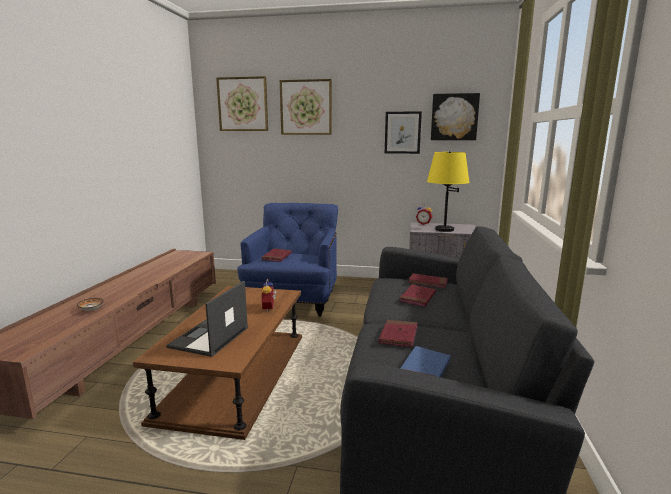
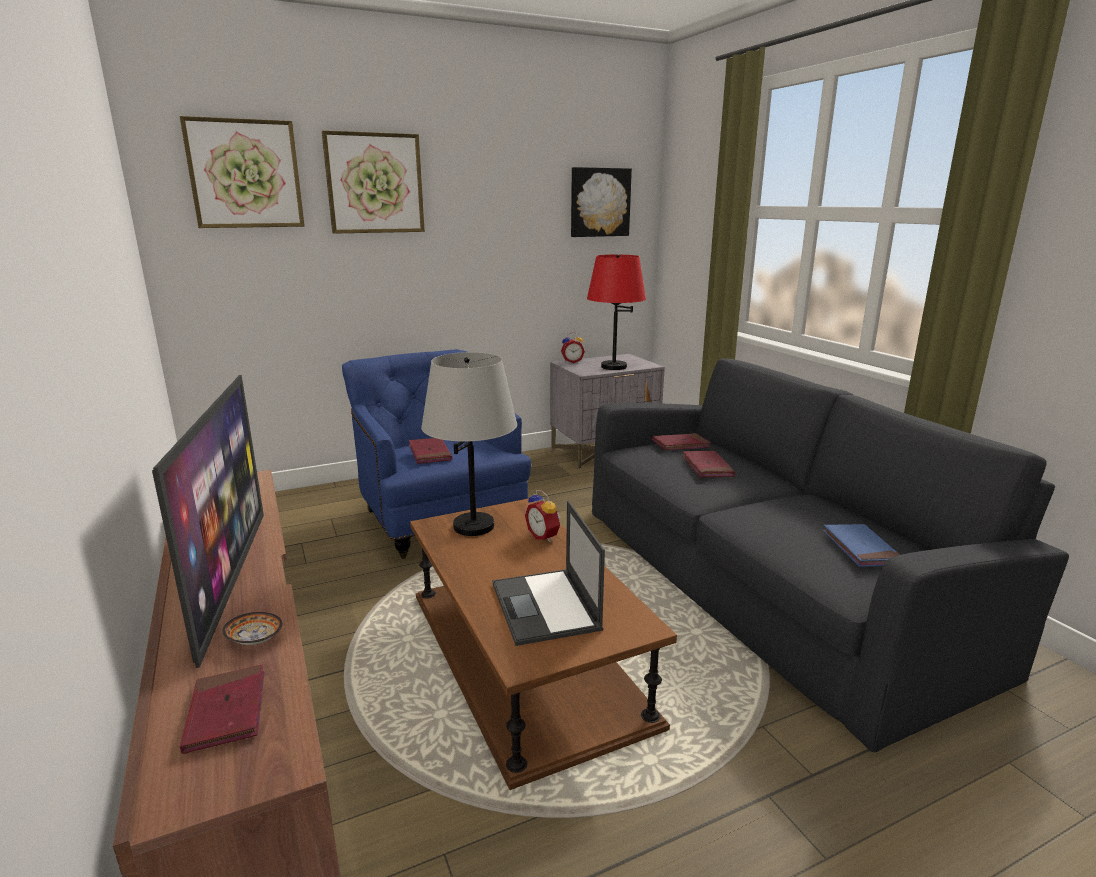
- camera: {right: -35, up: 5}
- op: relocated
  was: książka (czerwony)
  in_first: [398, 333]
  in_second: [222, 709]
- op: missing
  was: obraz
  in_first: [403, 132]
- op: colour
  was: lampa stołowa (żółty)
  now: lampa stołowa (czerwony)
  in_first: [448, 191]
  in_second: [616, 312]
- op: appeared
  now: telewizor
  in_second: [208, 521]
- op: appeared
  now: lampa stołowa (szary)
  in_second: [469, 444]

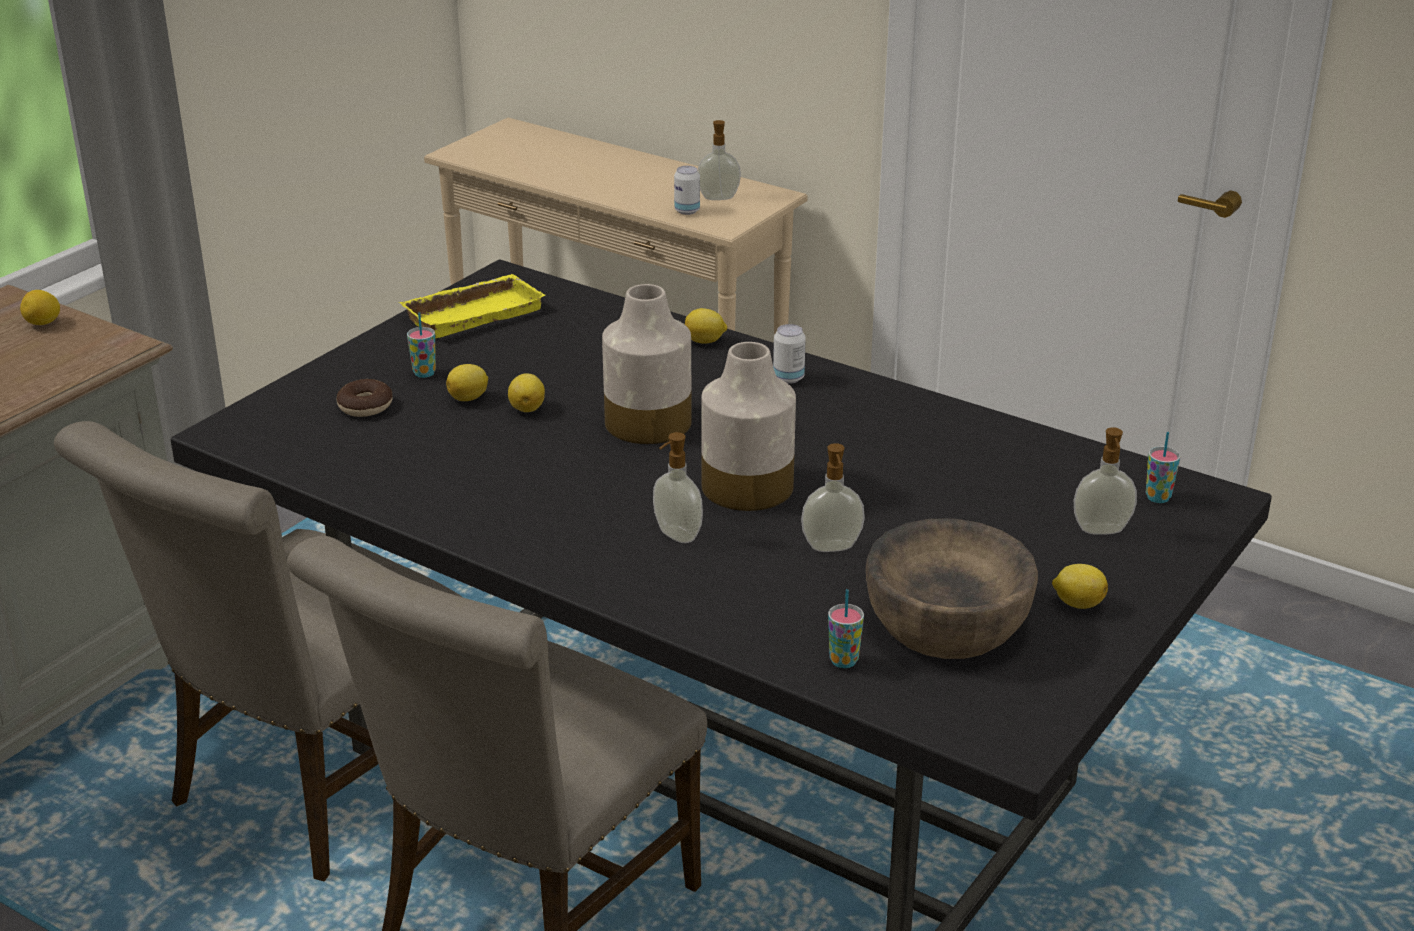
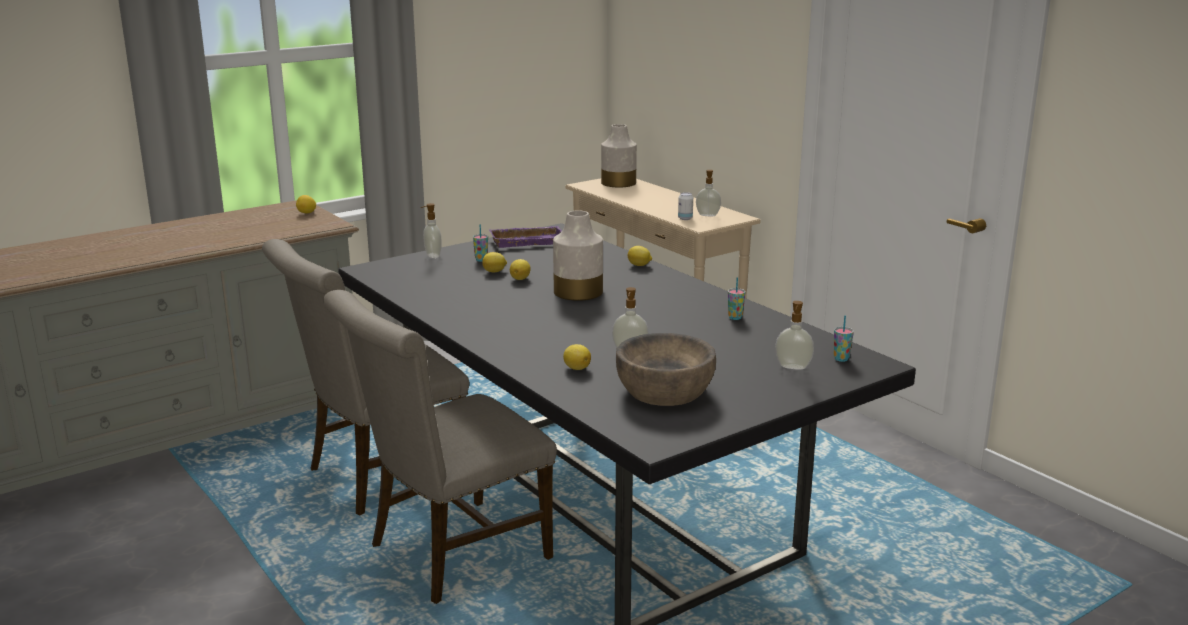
- camera: {right: 20, up: -10}
- op: missing
  was: donut
  in_first: [365, 398]
- op: colour
  was: taca (żółty)
  now: taca (fioletowy)
  in_first: [472, 306]
  in_second: [525, 237]
- op: relocated
  was: dozownik mydła
  in_first: [678, 487]
  in_second: [431, 230]
- op: relocated
  was: wazon (beżowy)
  in_first: [748, 426]
  in_second: [619, 155]
- op: missing
  was: puszka
  in_first: [789, 354]
- op: relocated
  was: filiżanka
  in_first: [846, 628]
  in_second: [736, 298]
- op: relocated
  was: cytryna
  in_first: [1080, 586]
  in_second: [577, 357]

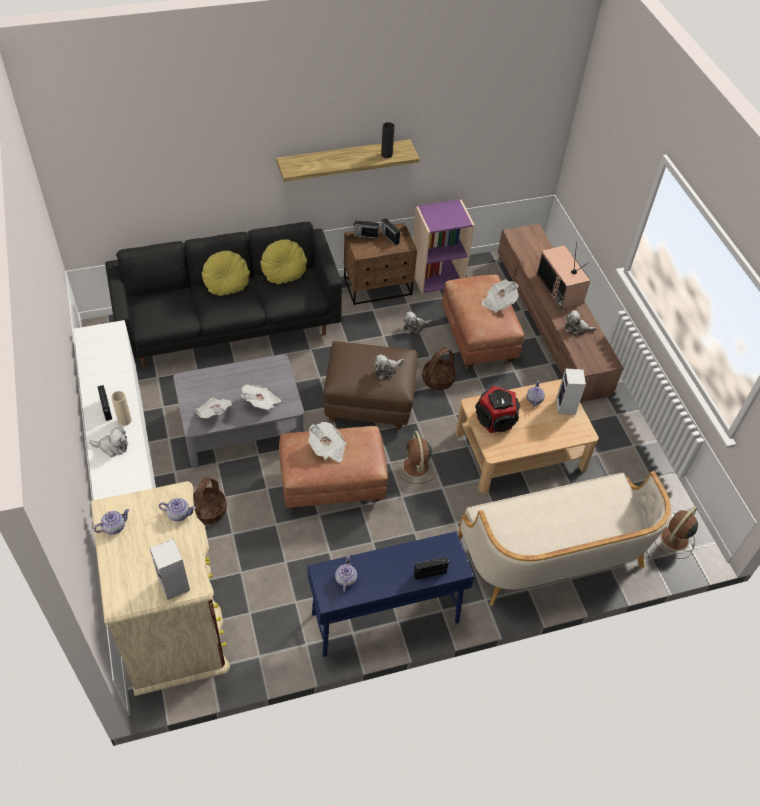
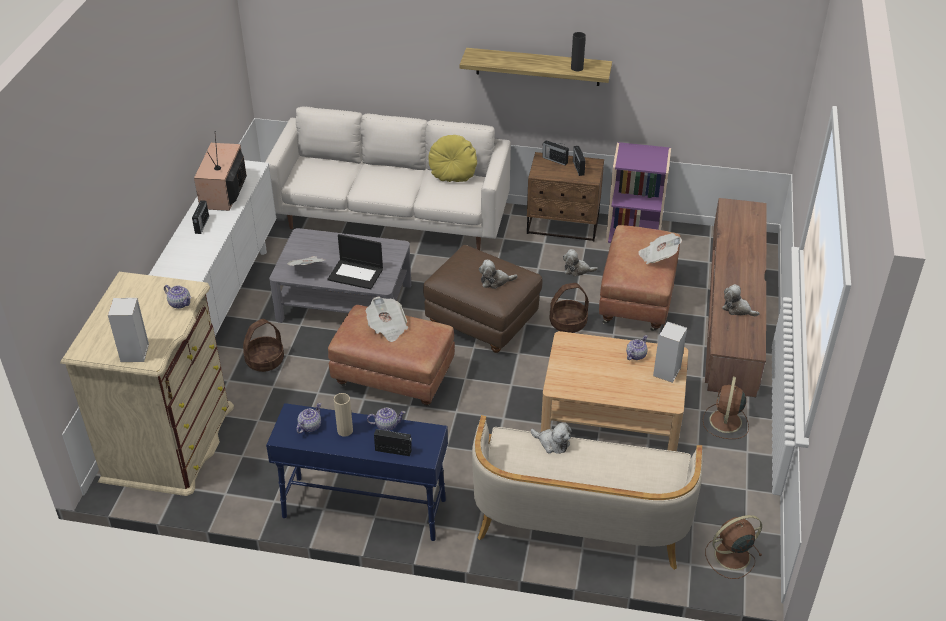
- camera: {right: 30, up: -10}
- op: relocated
  was: pluszak
  in_first: [108, 442]
  in_second: [551, 438]
- op: relocated
  was: imbryk
  in_first: [111, 522]
  in_second: [386, 419]
- op: colour
  was: kanapa (czarny)
  now: kanapa (biały)
  in_first: [223, 295]
  in_second: [388, 178]
- op: relocated
  was: wazon (beżowy)
  in_first: [121, 408]
  in_second: [343, 415]
- op: missing
  was: poduszka (żółty)
  in_first: [226, 273]
- op: exchanged
  was: gazeta
  now: laptop
  in_first: [261, 397]
  in_second: [355, 261]
- op: relocated
  was: wentylator (brązowy)
  in_first: [416, 457]
  in_second: [726, 408]
- op: missing
  was: głośnik
  in_first: [497, 409]
- op: relocated
  was: telewizor
  in_first: [563, 275]
  in_second: [220, 171]

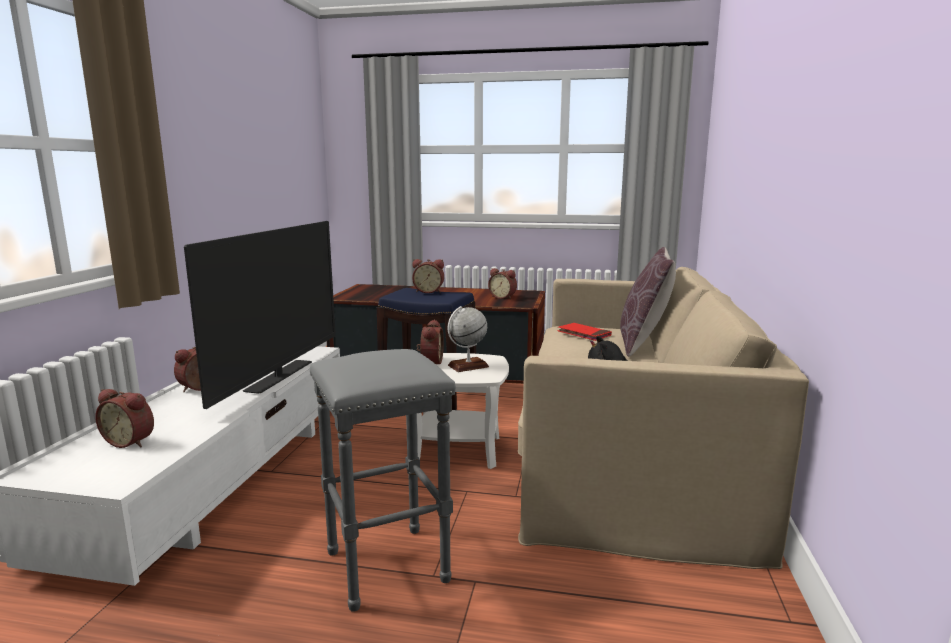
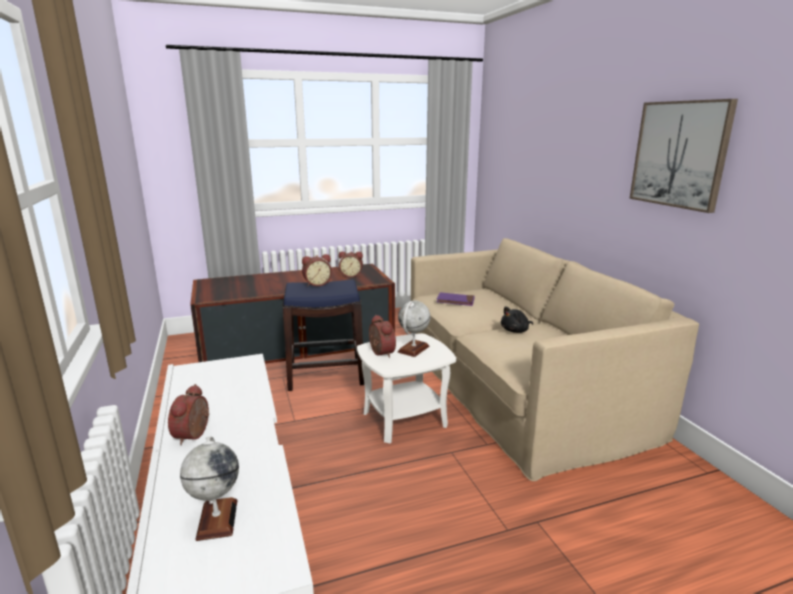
- camera: {right: -30, up: 5}
- op: exchanged
  was: budzik
  now: globus
  in_first: [124, 418]
  in_second: [209, 489]
- op: missing
  was: telewizor
  in_first: [260, 315]
- op: missing
  was: stołek (szary)
  in_first: [383, 480]
- op: colour
  was: książka (czerwony)
  now: książka (fioletowy)
  in_first: [584, 332]
  in_second: [455, 299]
- op: missing
  was: poduszka (brązowy)
  in_first: [648, 302]
- op: appeared
  now: obraz
  in_second: [683, 156]

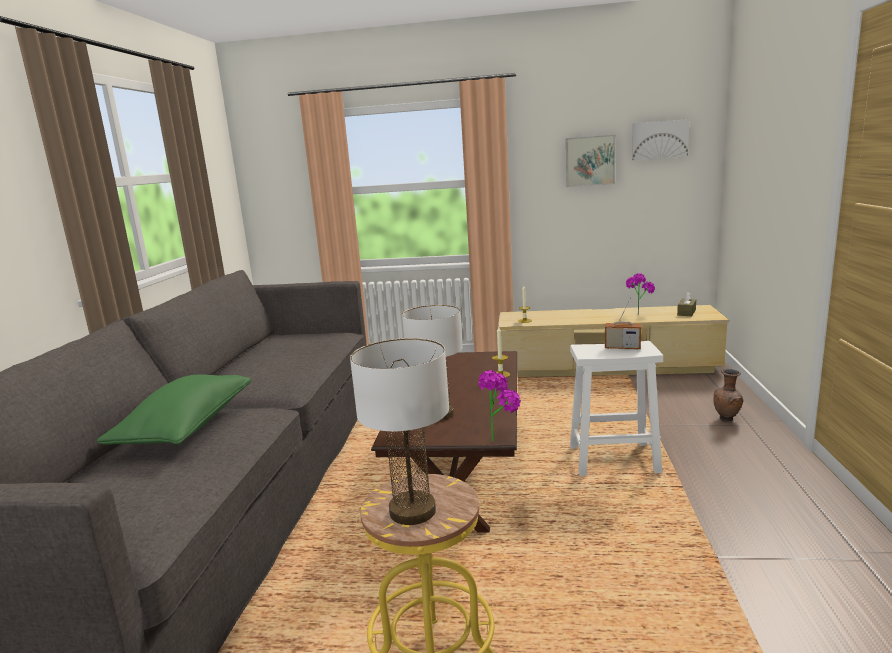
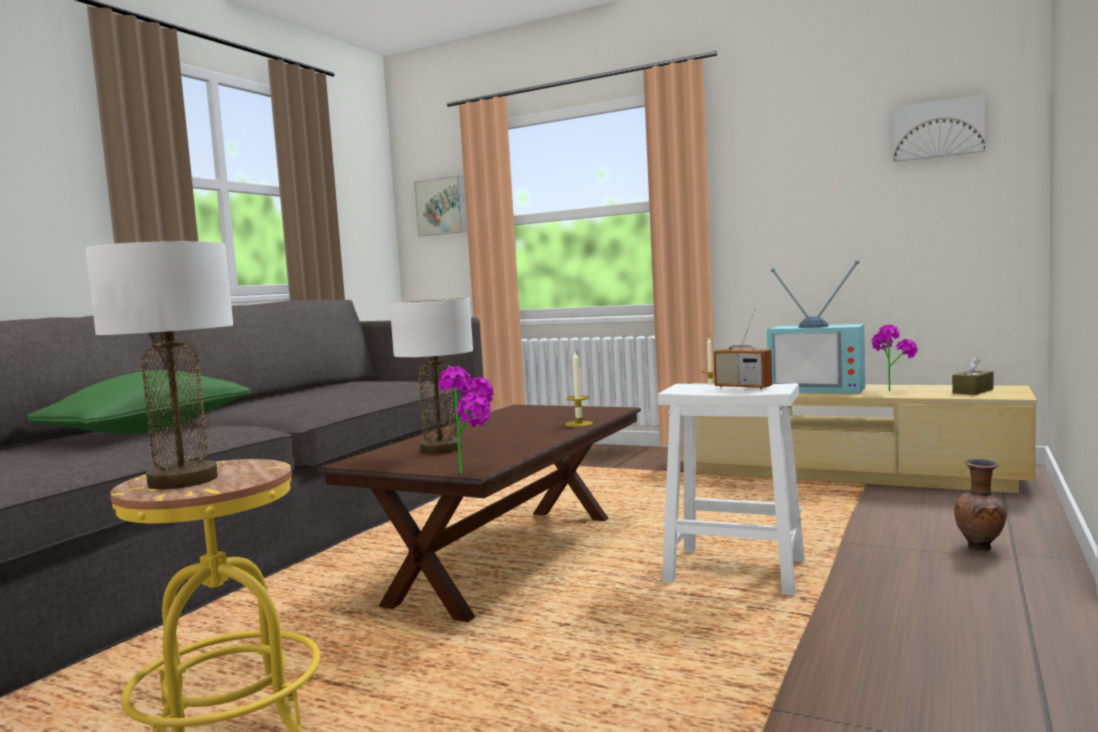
- camera: {right: 20, up: -10}
- op: relocated
  was: obraz
  in_first: [591, 161]
  in_second: [440, 205]
- op: appeared
  now: telewizor
  in_second: [816, 327]

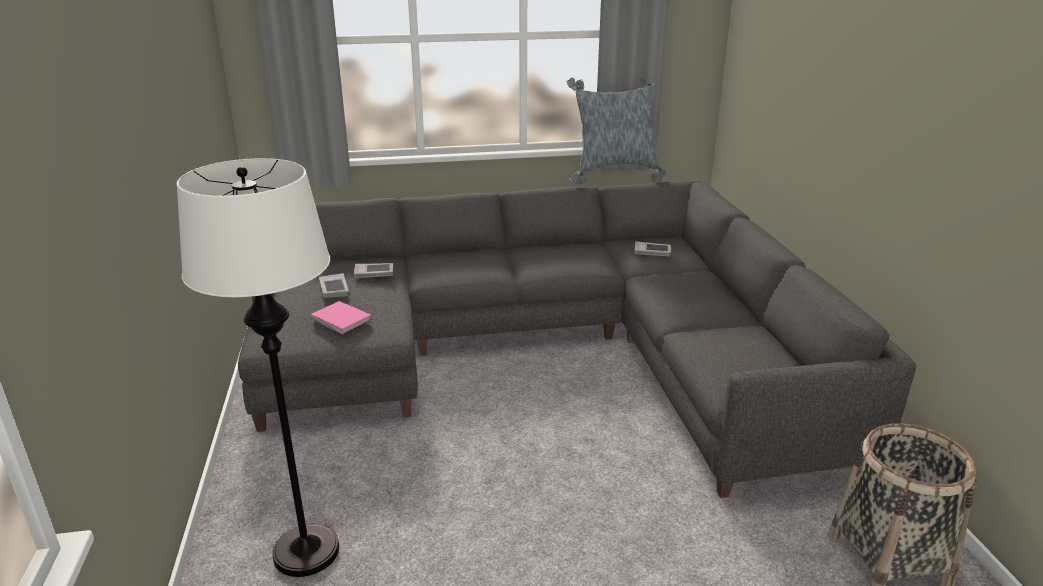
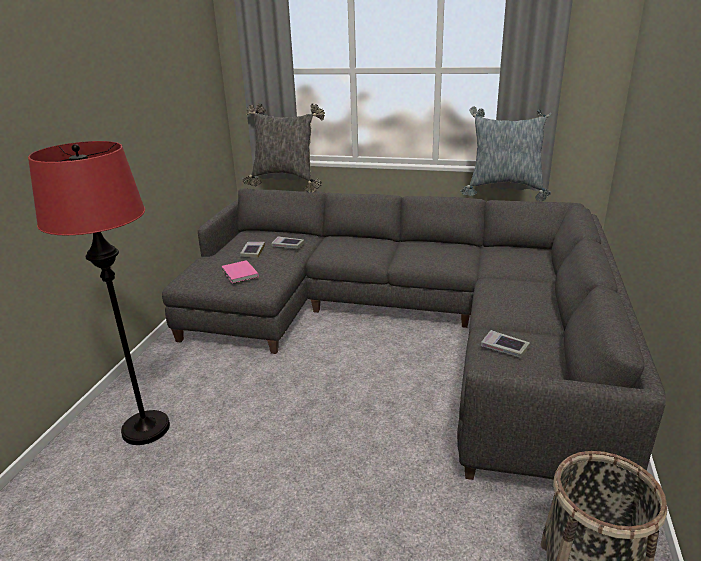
- camera: {right: 25, up: 0}
- op: colour
  was: lampa stojąca (biały)
  now: lampa stojąca (czerwony)
  in_first: [258, 367]
  in_second: [99, 293]
- op: relocated
  was: książka
  in_first: [652, 249]
  in_second: [505, 344]
- op: appeared
  now: poduszka
  in_second: [283, 148]

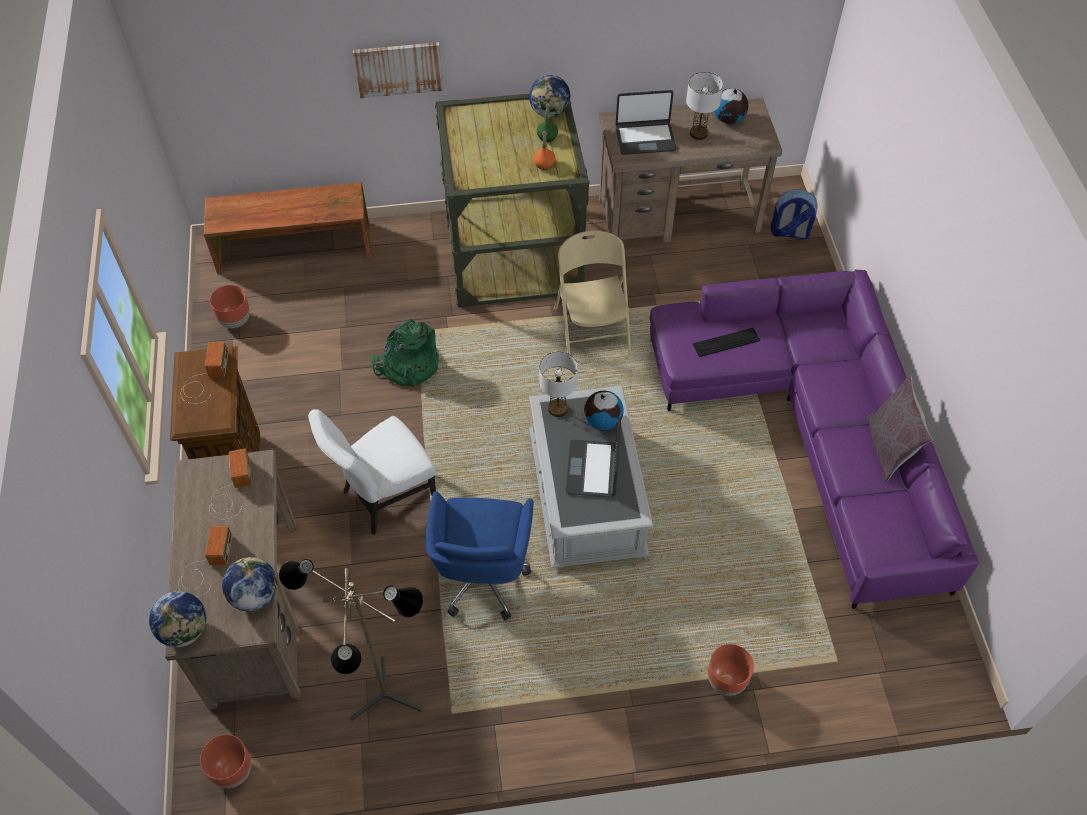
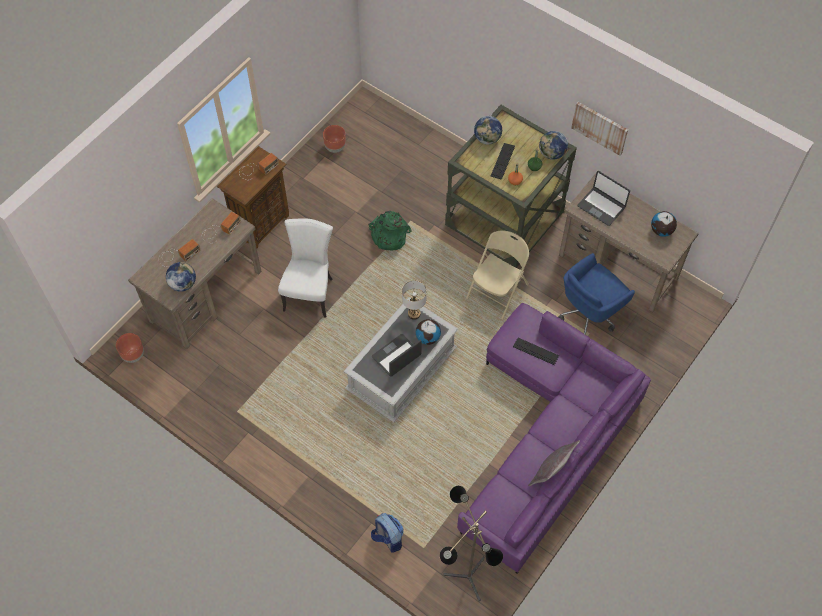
- camera: {right: 45, up: 5}
- op: relocated
  was: globus
  in_first: [177, 619]
  in_second: [488, 130]
- op: missing
  was: ławka (brązowy)
  in_first: [288, 228]
- op: relocated
  was: lampa stojąca
  in_first: [351, 640]
  in_second: [471, 543]
- op: spun
  was: krzesło (biały)
  in_first: [372, 472]
  in_second: [305, 268]
  clockwise: 90
- op: relocated
  was: obraz
  in_first: [398, 70]
  in_second: [599, 129]
- op: relocated
  was: krzesło biurowe (niebieski)
  in_first: [479, 555]
  in_second: [596, 294]
- op: missing
  was: lampa stołowa
  in_first: [704, 106]
- op: missing
  was: donica (brązowy)
  in_first: [731, 670]
- op: relocated
  was: plecak
  in_first: [794, 215]
  in_second: [387, 533]
- op: appeared
  now: klawiatura
  in_second: [503, 161]

